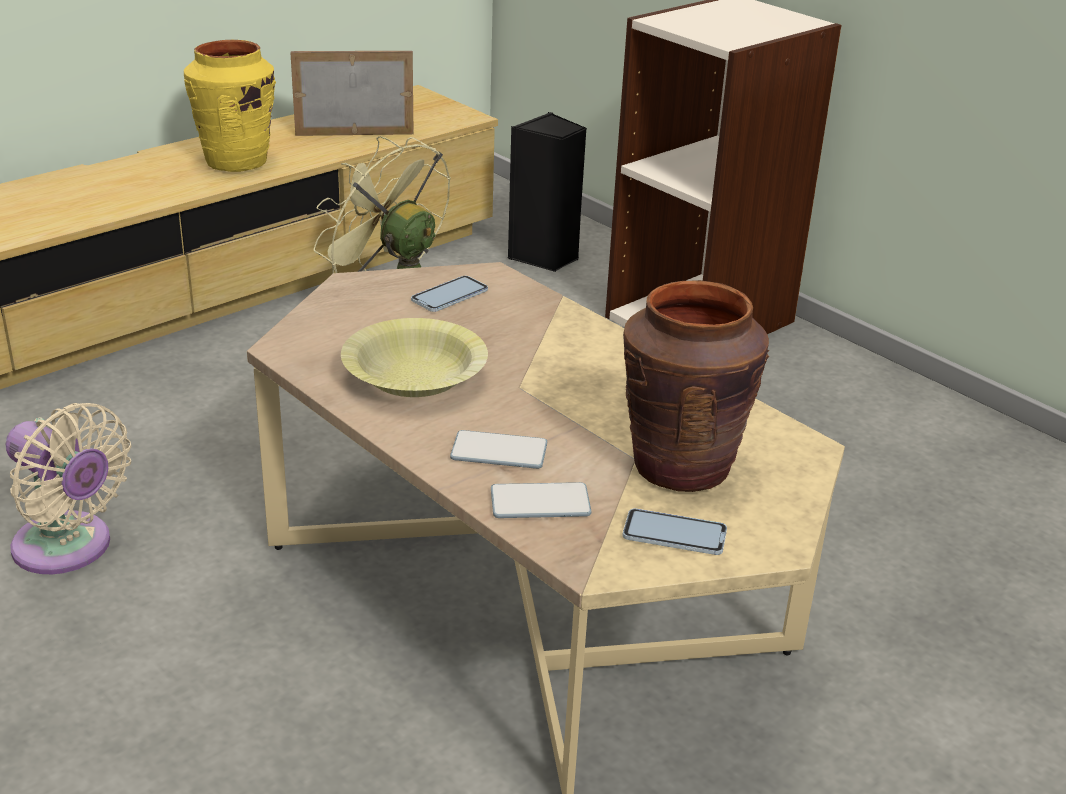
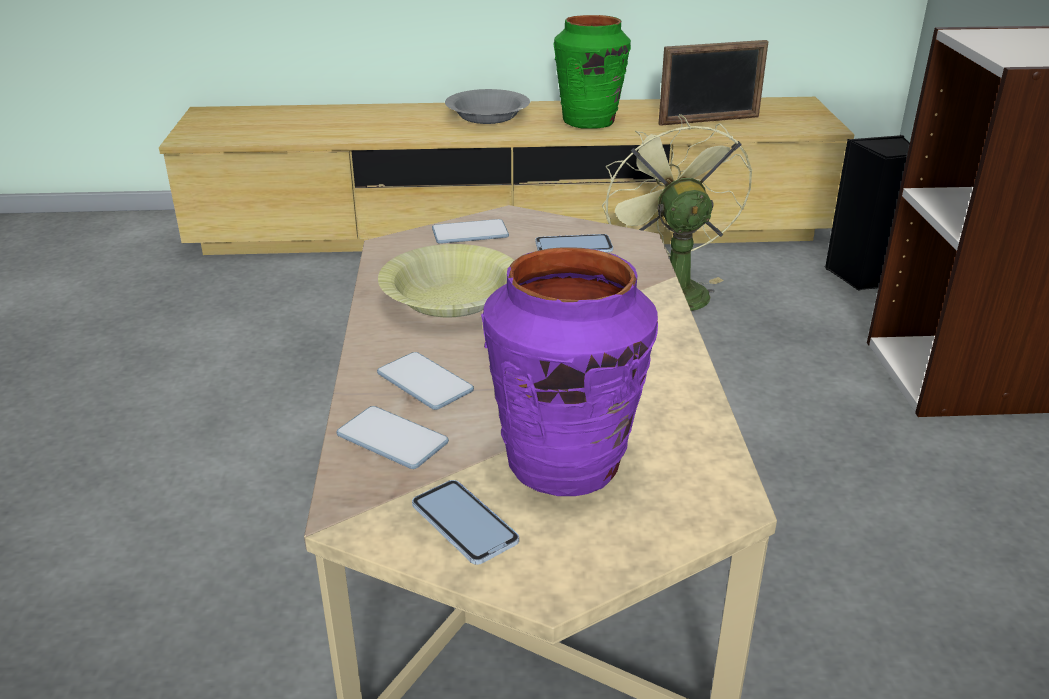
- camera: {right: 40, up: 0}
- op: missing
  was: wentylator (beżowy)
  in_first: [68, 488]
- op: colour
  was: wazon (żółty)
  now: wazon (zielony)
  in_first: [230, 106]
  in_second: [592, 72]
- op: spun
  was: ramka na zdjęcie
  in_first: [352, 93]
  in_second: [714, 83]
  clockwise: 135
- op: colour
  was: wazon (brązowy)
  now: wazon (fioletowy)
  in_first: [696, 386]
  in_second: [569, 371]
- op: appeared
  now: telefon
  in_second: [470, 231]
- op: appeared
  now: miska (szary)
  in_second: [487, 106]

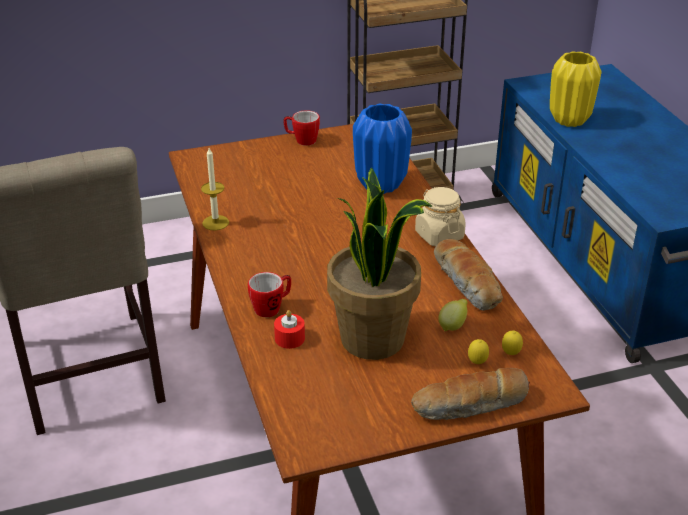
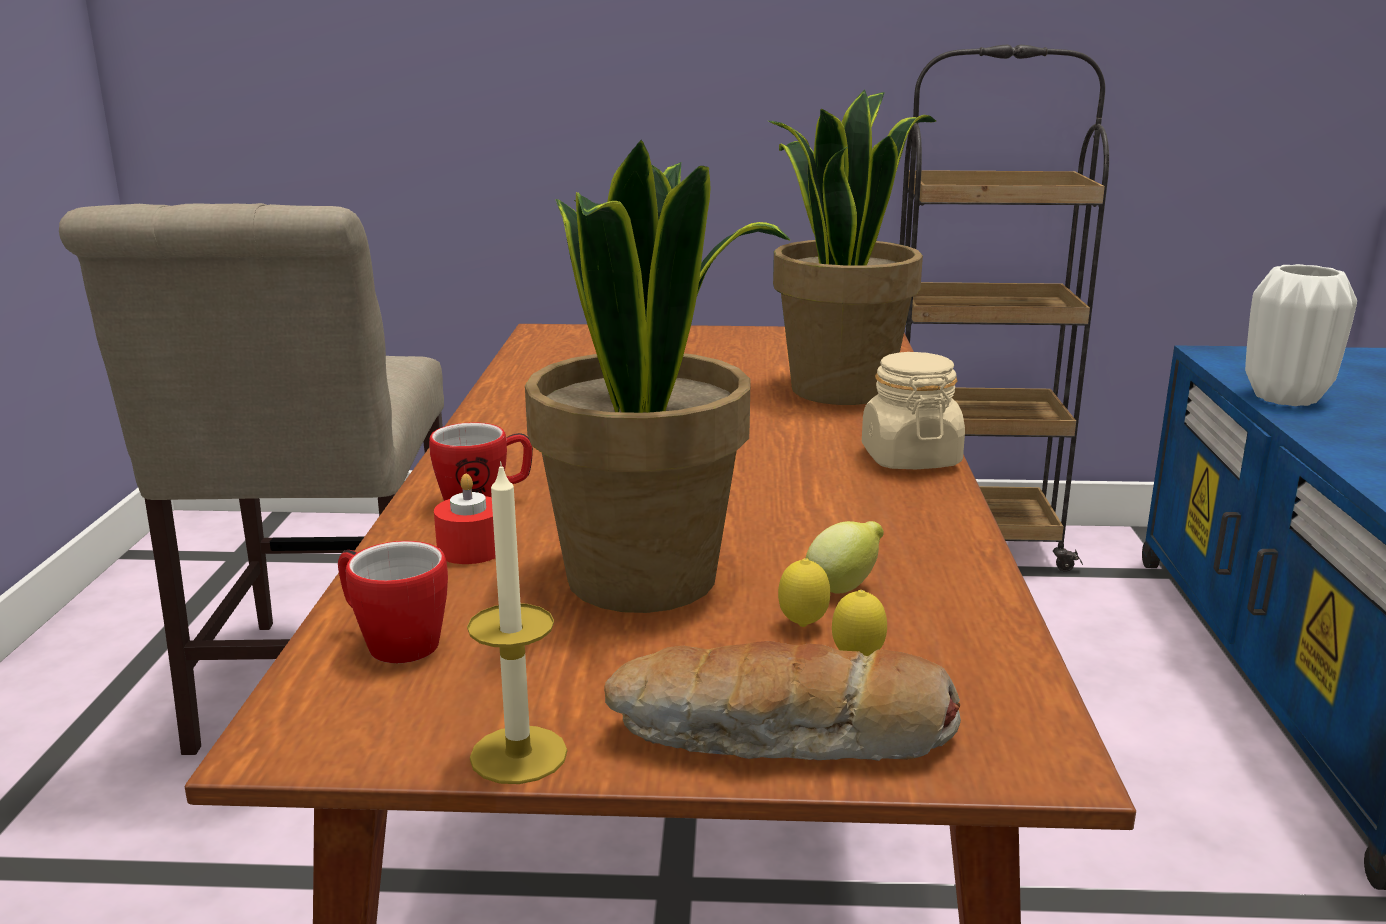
- camera: {right: 20, up: -15}
- op: relocated
  was: świeca
  in_first: [215, 189]
  in_second: [517, 622]
- op: relocated
  was: kubek
  in_first: [301, 128]
  in_second: [393, 602]
- op: exchanged
  was: wazon (niebieski)
  now: roślina doniczkowa
  in_first: [382, 148]
  in_second: [852, 247]
- op: missing
  was: chleb
  in_first: [468, 275]
- op: relocated
  was: cytryna
  in_first: [512, 342]
  in_second: [804, 592]
- op: colour
  was: wazon (żółty)
  now: wazon (biały)
  in_first: [576, 89]
  in_second: [1301, 335]

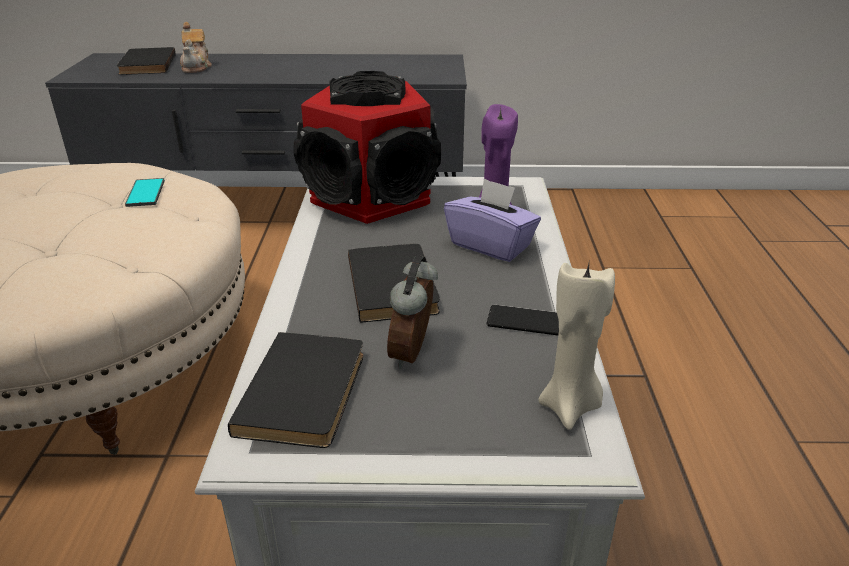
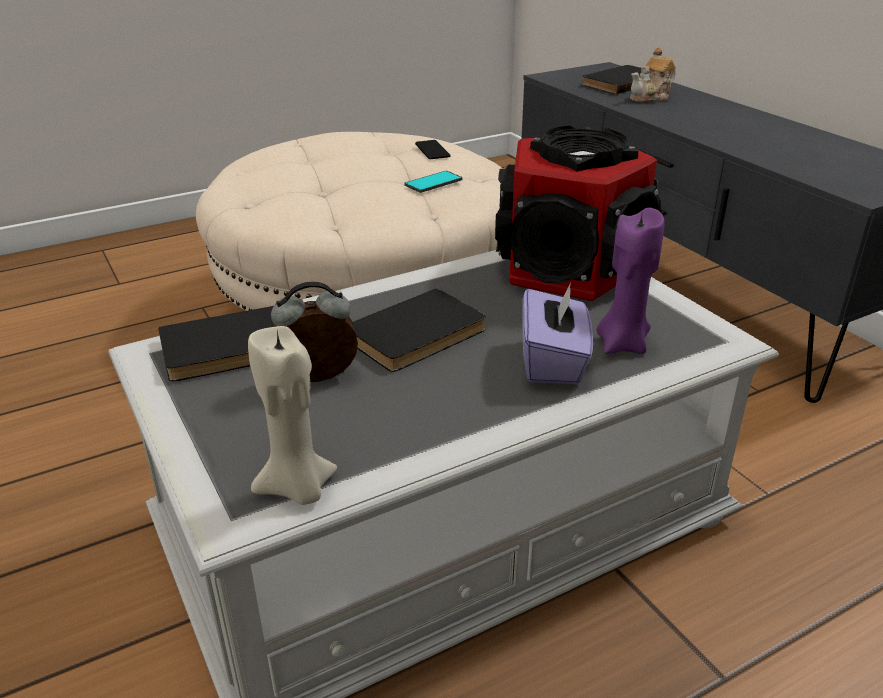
- camera: {right: 60, up: 0}
- op: relocated
  was: telefon
  in_first: [523, 320]
  in_second: [433, 149]

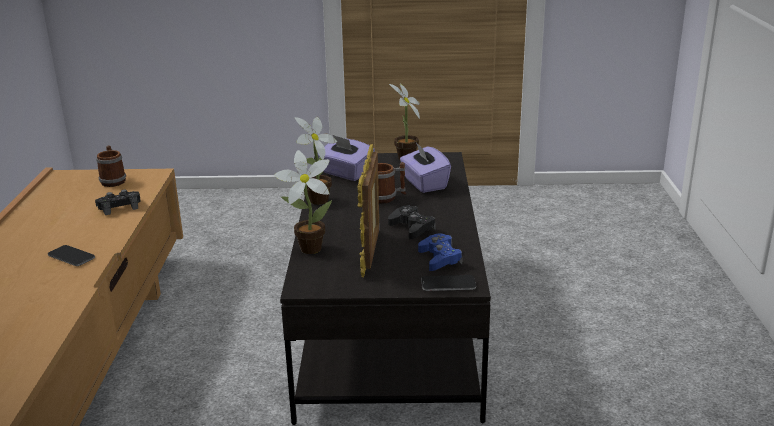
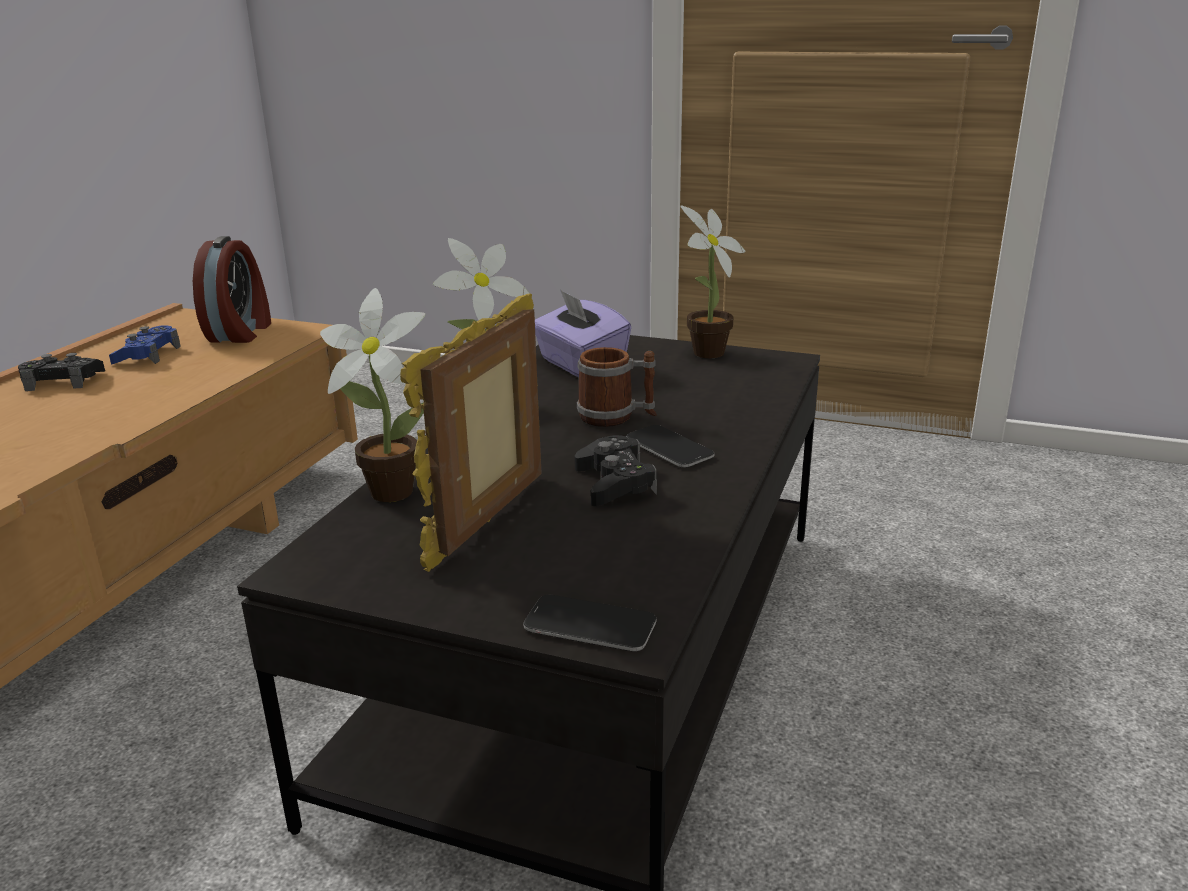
- camera: {right: 20, up: 0}
- op: relocated
  was: telefon
  in_first: [71, 255]
  in_second: [670, 446]
- op: relocated
  was: pad do gier (czarny)
  in_first: [118, 202]
  in_second: [61, 372]
- op: exchanged
  was: kubek
  now: budzik
  in_first: [111, 166]
  in_second: [232, 289]
- op: missing
  was: pudełko chusteczek (fioletowy)
  in_first: [425, 168]
- op: relocated
  was: pad do gier (niebieski)
  in_first: [440, 252]
  in_second: [145, 345]

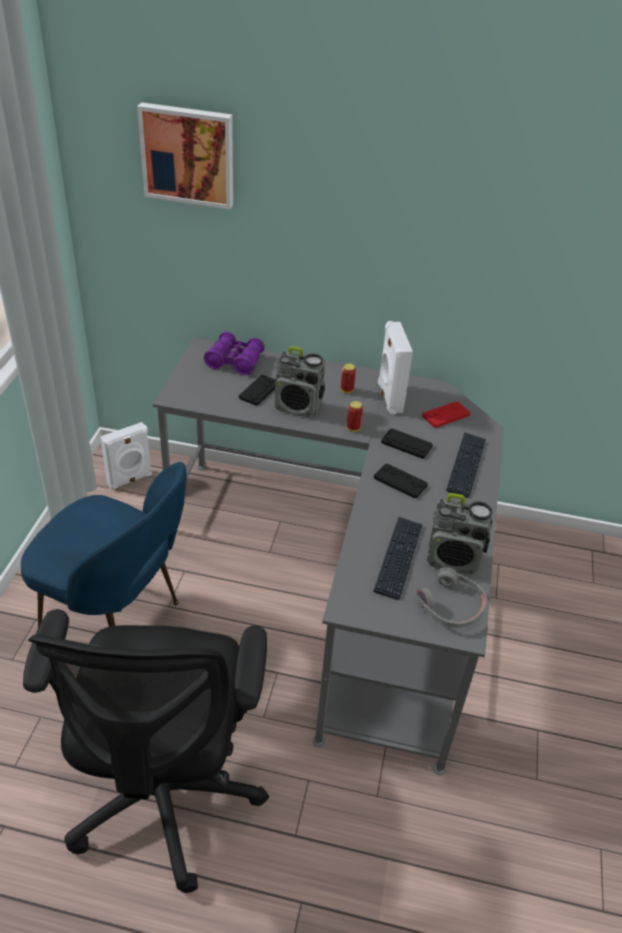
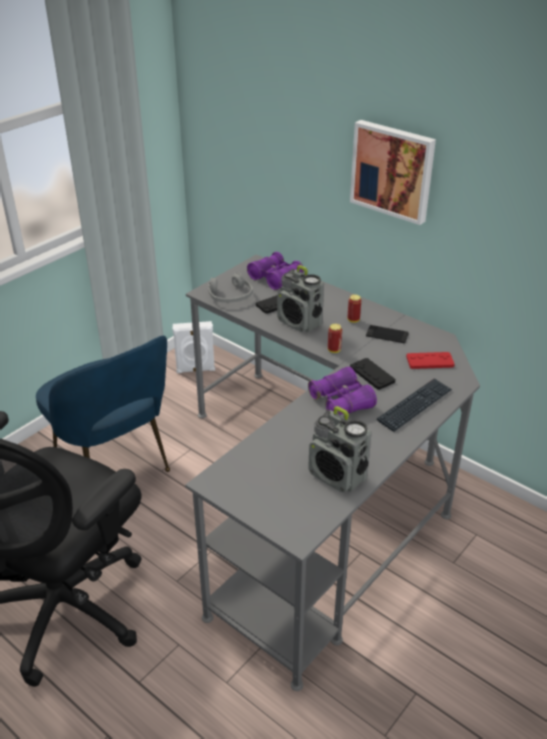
- camera: {right: 30, up: -5}
- op: relocated
  was: obraz
  in_first: [185, 155]
  in_second: [393, 172]
- op: missing
  was: klawiatura
  in_first: [398, 558]
- op: exchanged
  was: pad do gier (czarny)
  now: lornetka (fioletowy)
  in_first: [401, 481]
  in_second: [342, 391]
- op: exchanged
  was: głośnik (biały)
  now: telefon
  in_first: [395, 367]
  in_second: [387, 334]
- op: relocated
  was: słuchawki (szary)
  in_first: [451, 597]
  in_second: [230, 288]

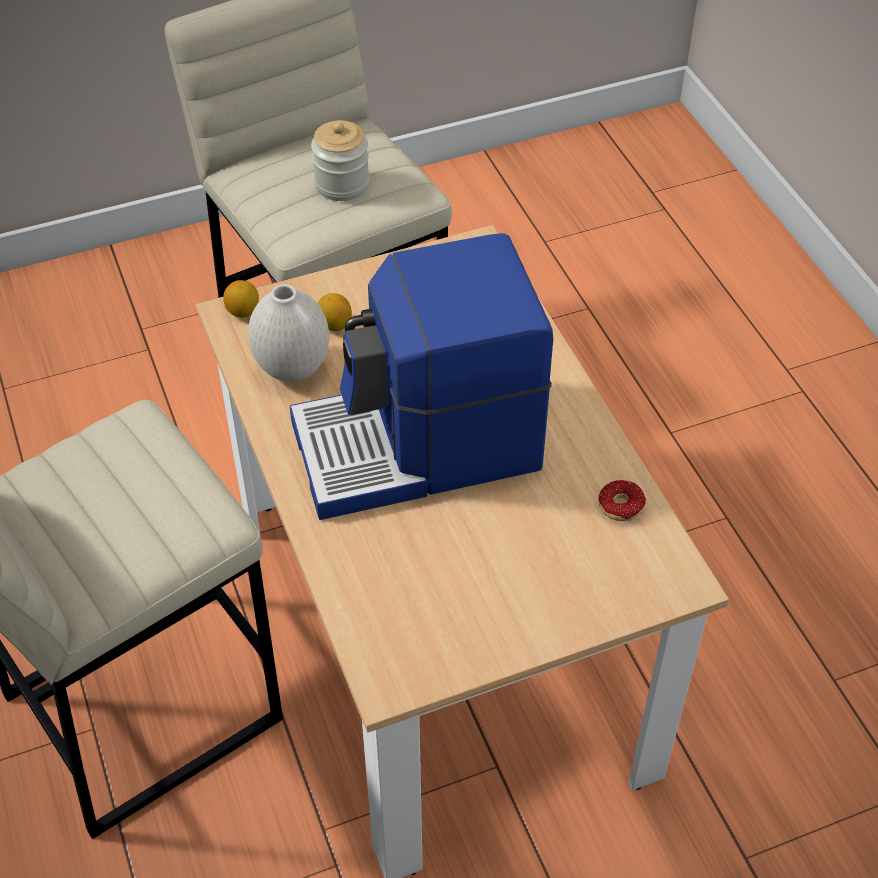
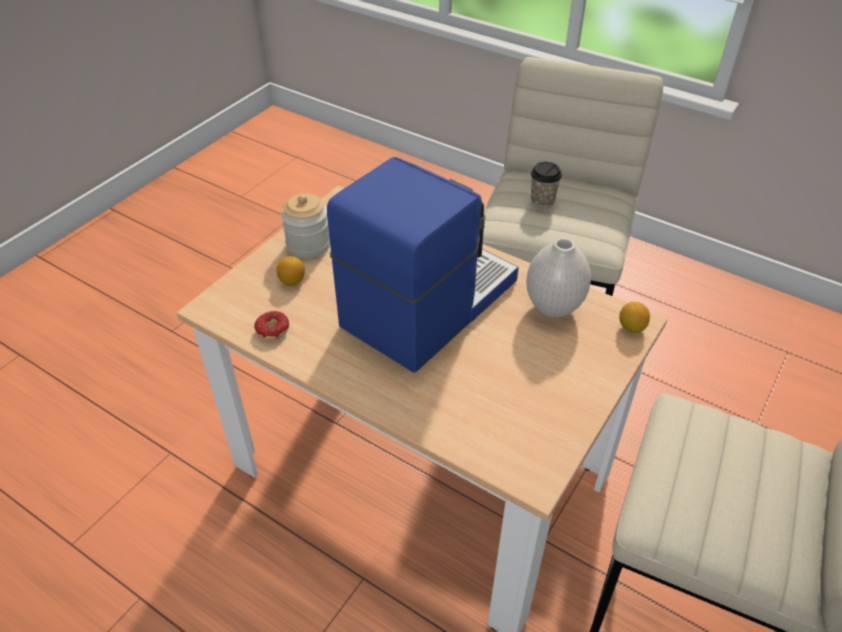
- camera: {right: 145, up: -5}
- op: relocated
  was: słoik
  in_first: [340, 160]
  in_second: [305, 225]
- op: relocated
  was: cytryna
  in_first: [334, 312]
  in_second: [291, 271]
- op: appeared
  now: filiżanka
  in_second: [546, 184]

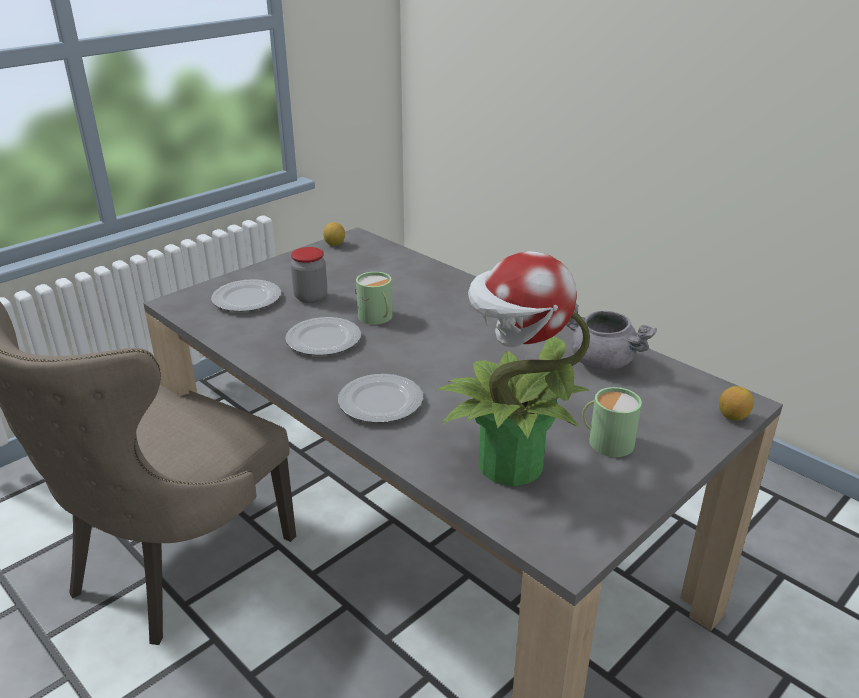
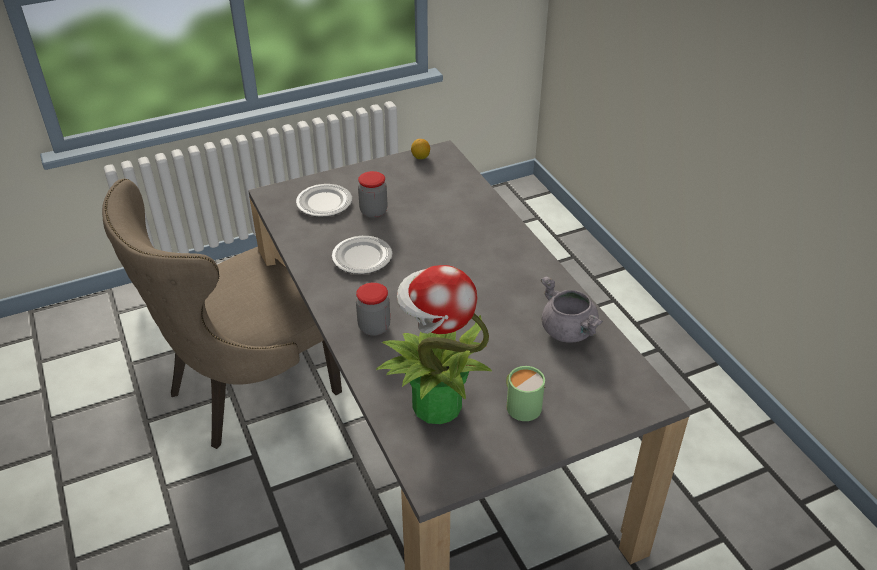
- camera: {right: 20, up: 10}
- op: exchanged
  was: talerz
  now: słoik
  in_first: [380, 398]
  in_second: [373, 309]
- op: missing
  was: kubek (zielony)
  in_first: [373, 298]
- op: missing
  was: cytryna
  in_first: [736, 403]

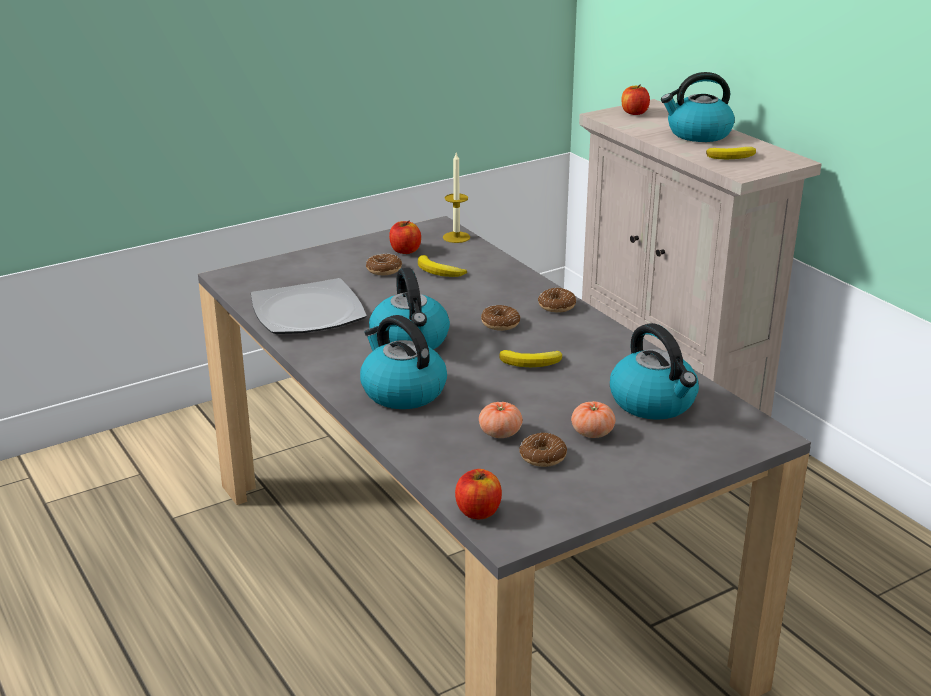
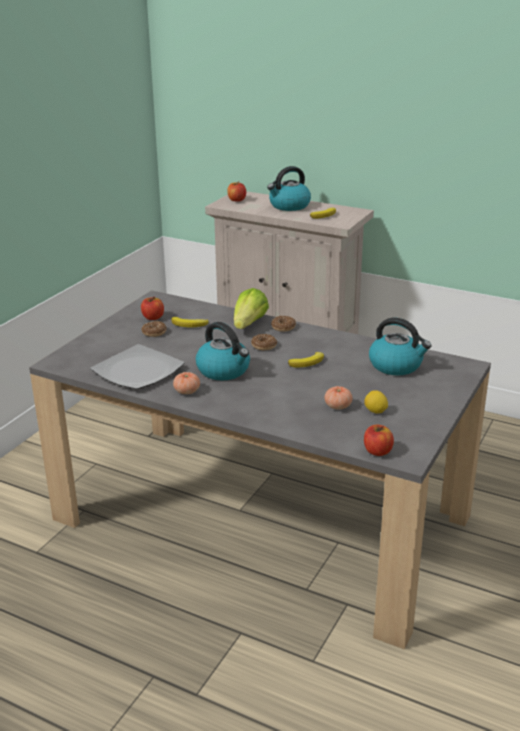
- camera: {right: -30, up: 0}
- op: missing
  was: czajnik
  in_first: [403, 362]
- op: missing
  was: świeca
  in_first: [456, 198]
- op: exchanged
  was: donut
  now: cytryna
  in_first: [543, 450]
  in_second: [376, 401]
- op: relocated
  was: pomidor
  in_first: [593, 419]
  in_second: [186, 383]
- op: appeared
  now: sałata
  in_second: [251, 308]

